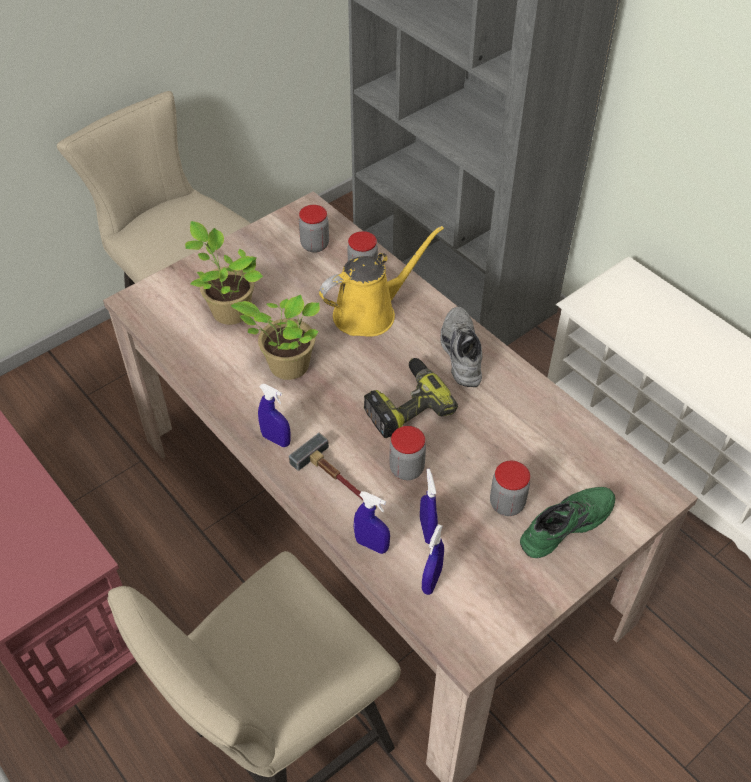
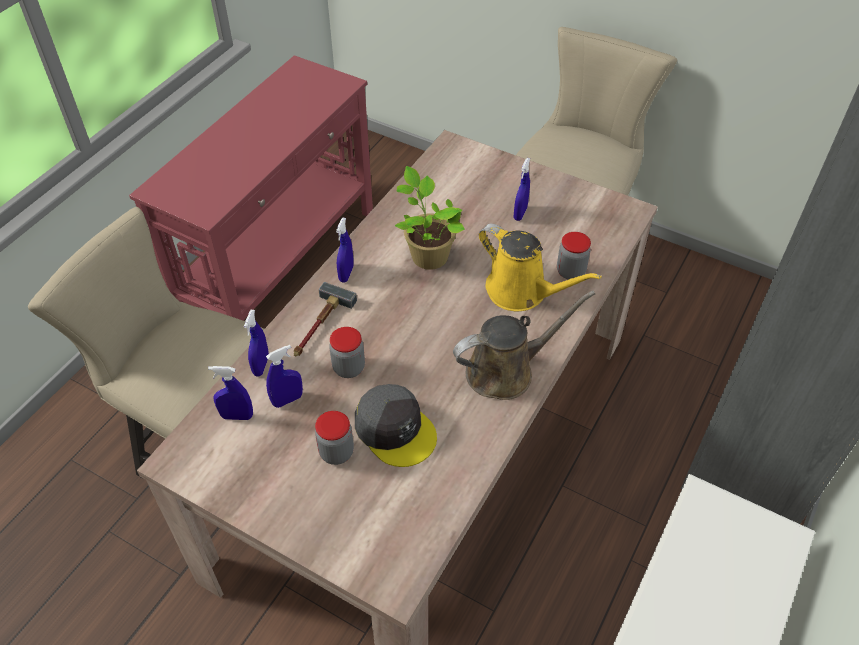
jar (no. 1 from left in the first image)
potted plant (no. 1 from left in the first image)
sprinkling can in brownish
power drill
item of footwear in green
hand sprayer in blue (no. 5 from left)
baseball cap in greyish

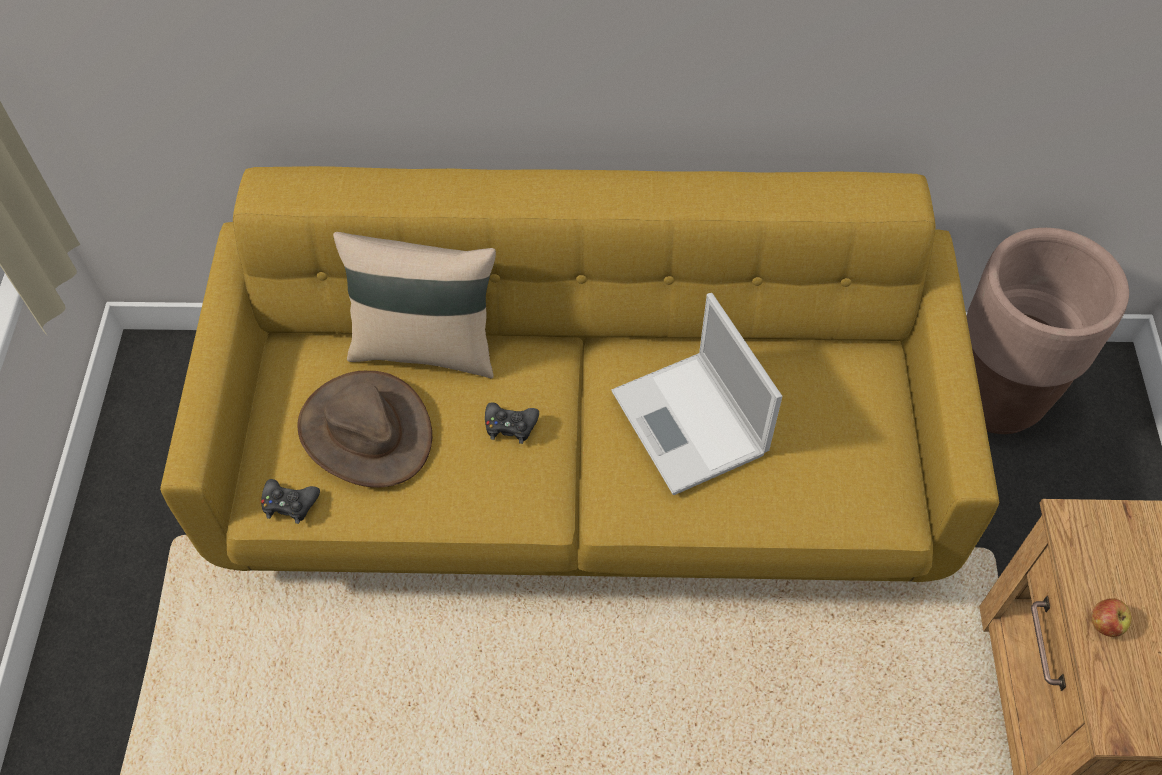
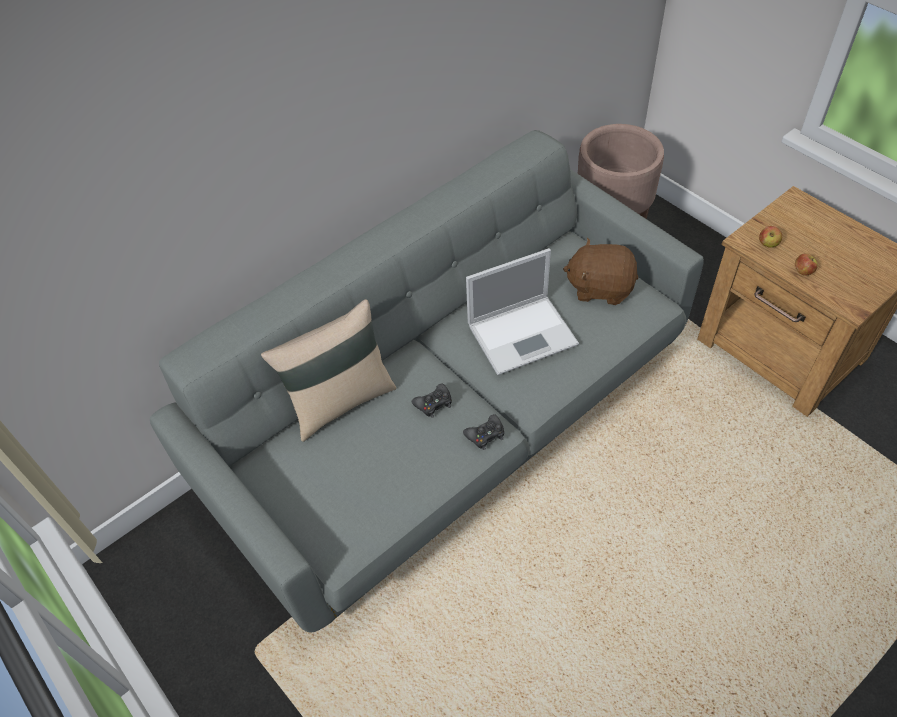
sofa in greyish
portable computer
clothing hat in brownish
game controller in black-coloured (no. 2 from left)
whole apple (no. 1 from left)
soft toy in brownish

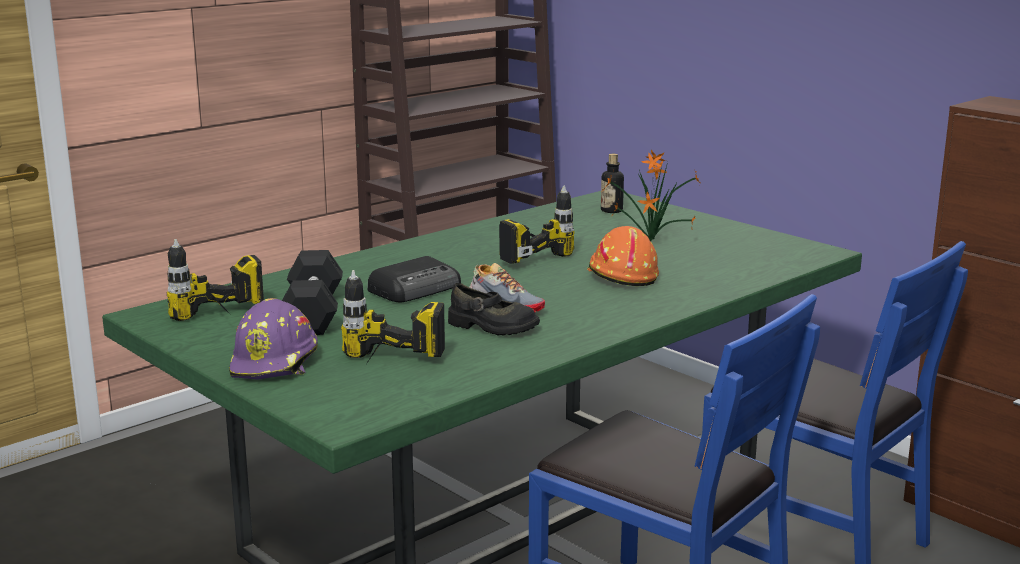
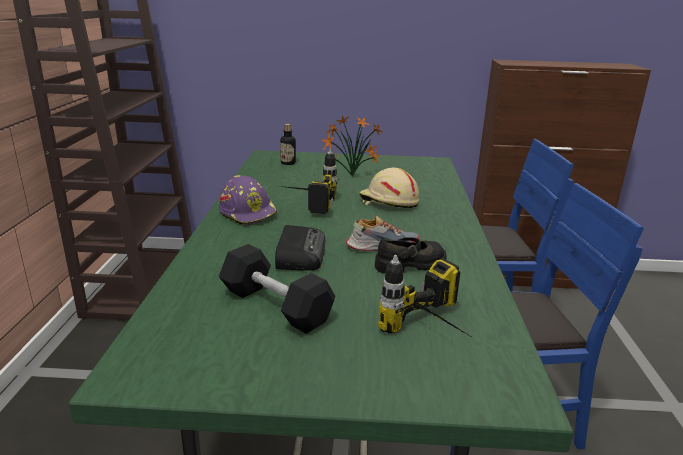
work helmet in beige-coloured
power drill (no. 1 from left in the first image)
work helmet in purplish

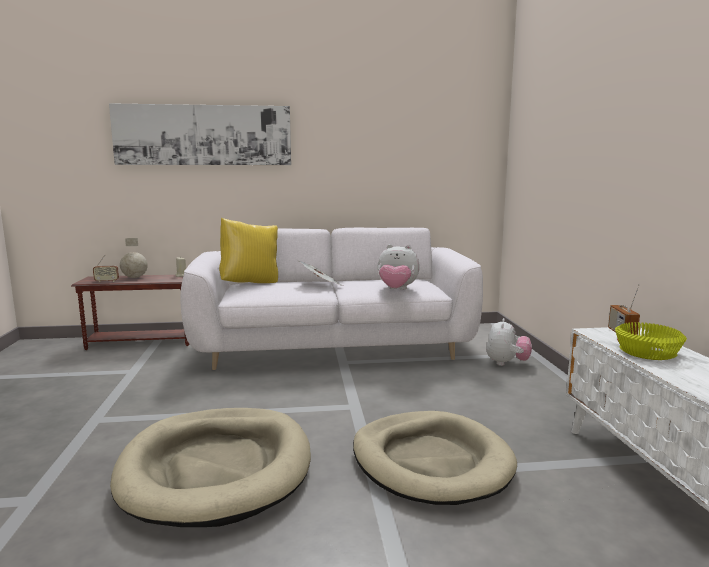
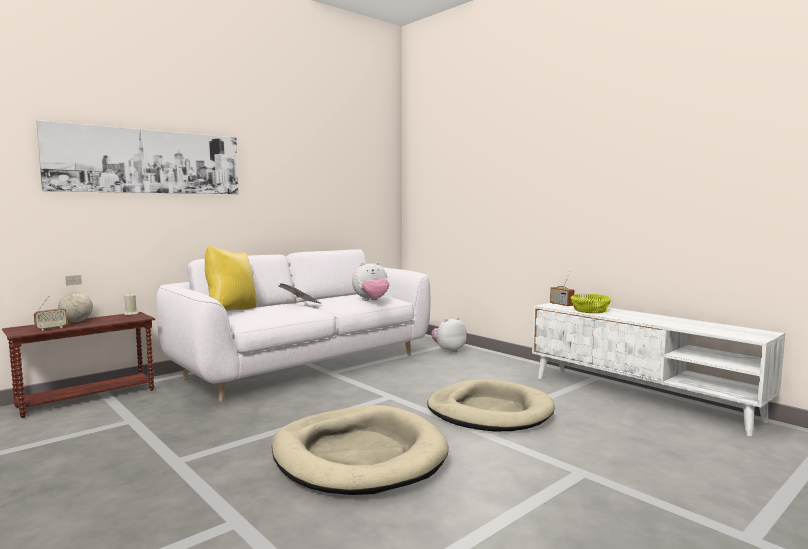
soft toy (no. 2 from left)

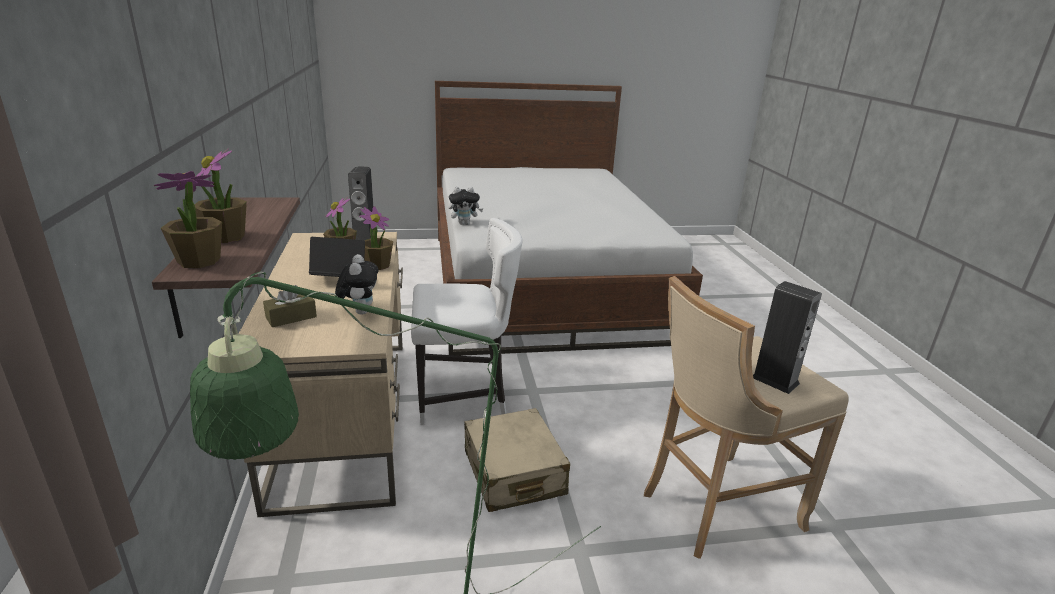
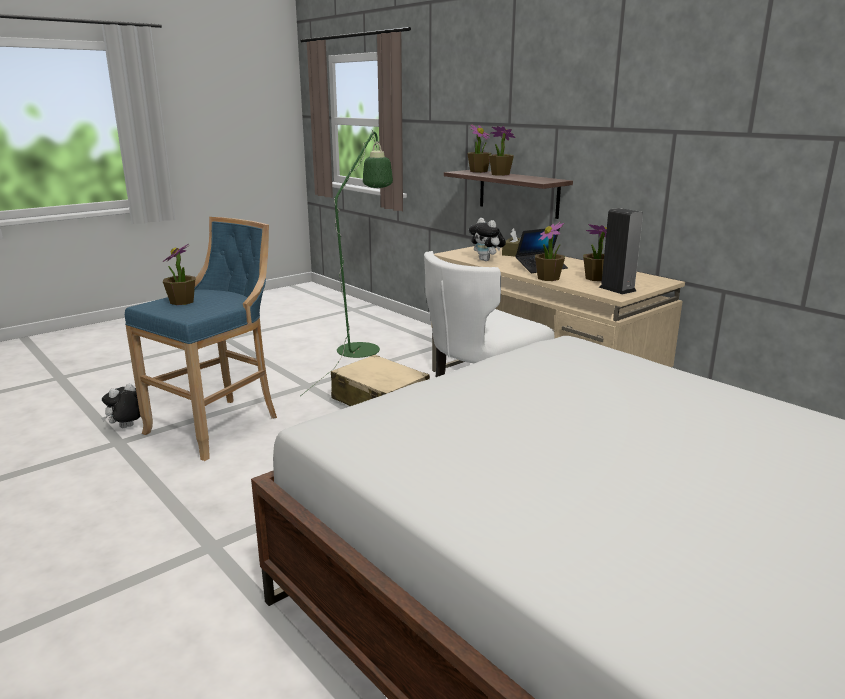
soft toy (no. 1 from left)
stool seat in blue
potted plant (no. 1 from left)

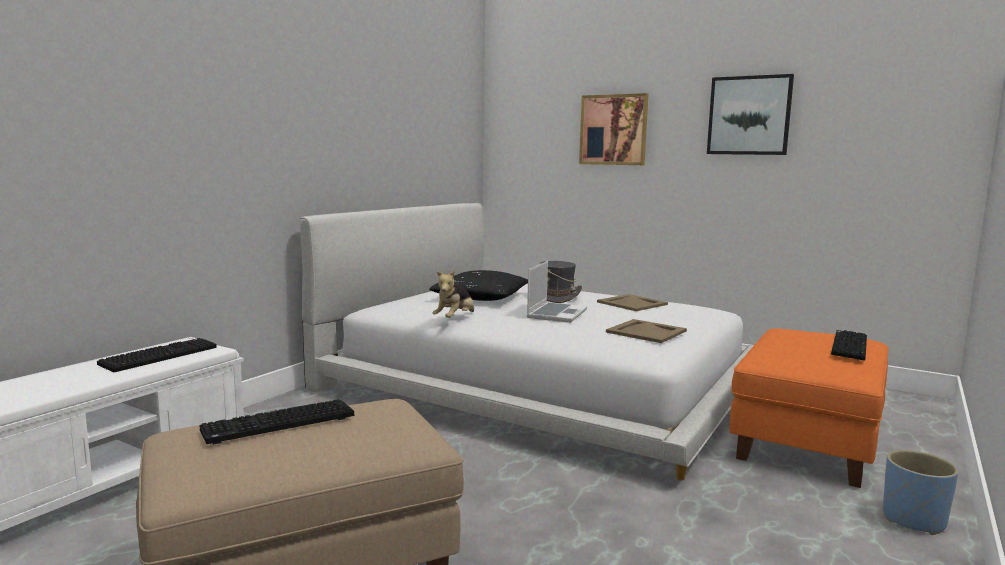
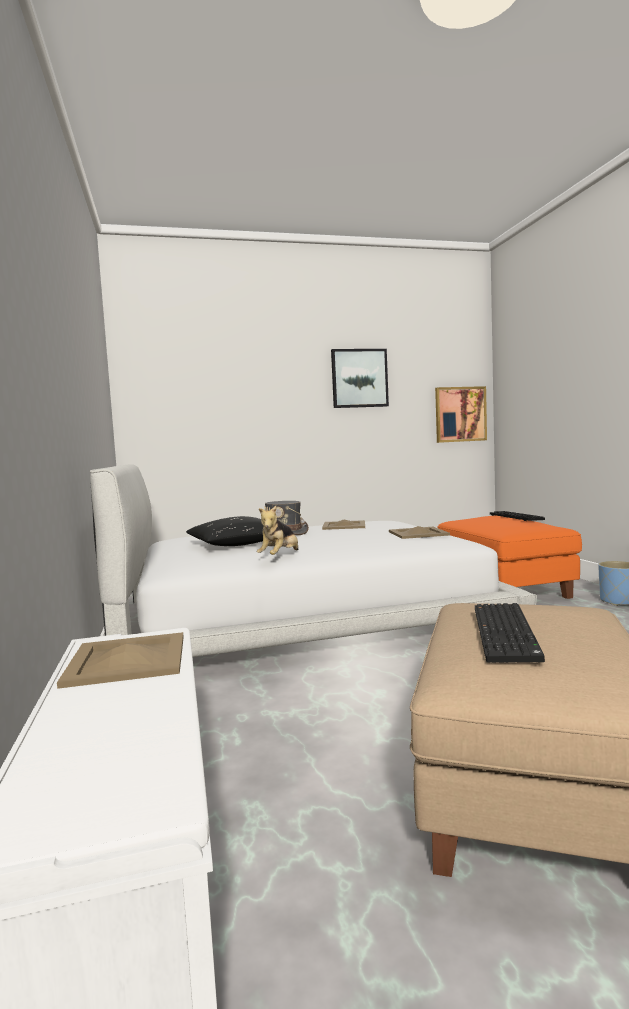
wall art (no. 2 from left)
portable computer
soft toy
tray in beige-coloured (no. 1 from left)

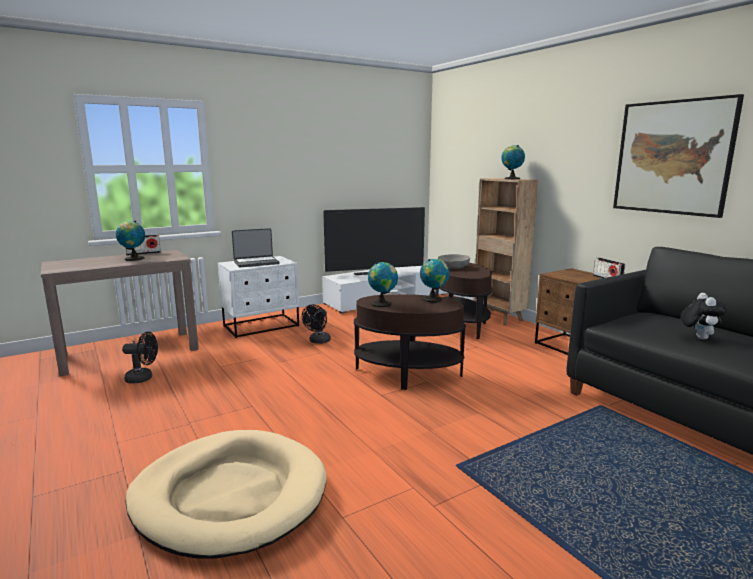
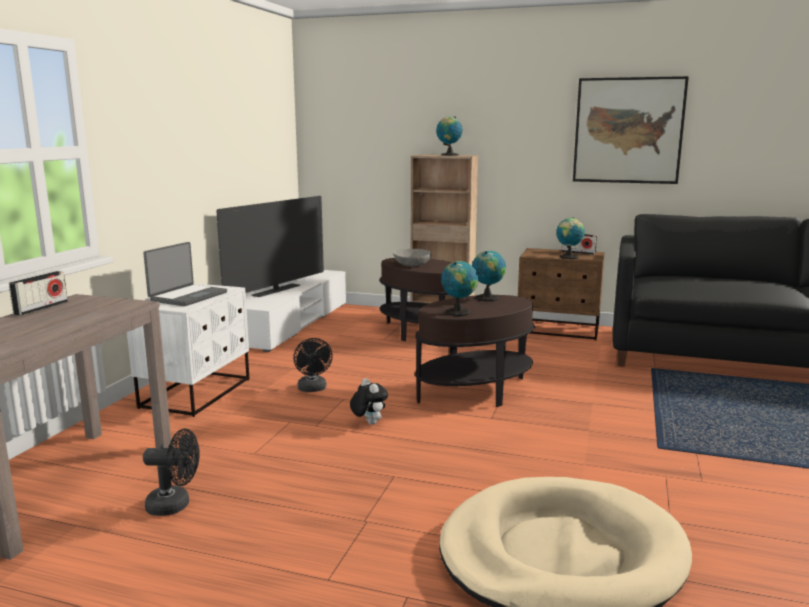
world globe (no. 4 from left)
soft toy
fan in black-coloured (no. 1 from left)

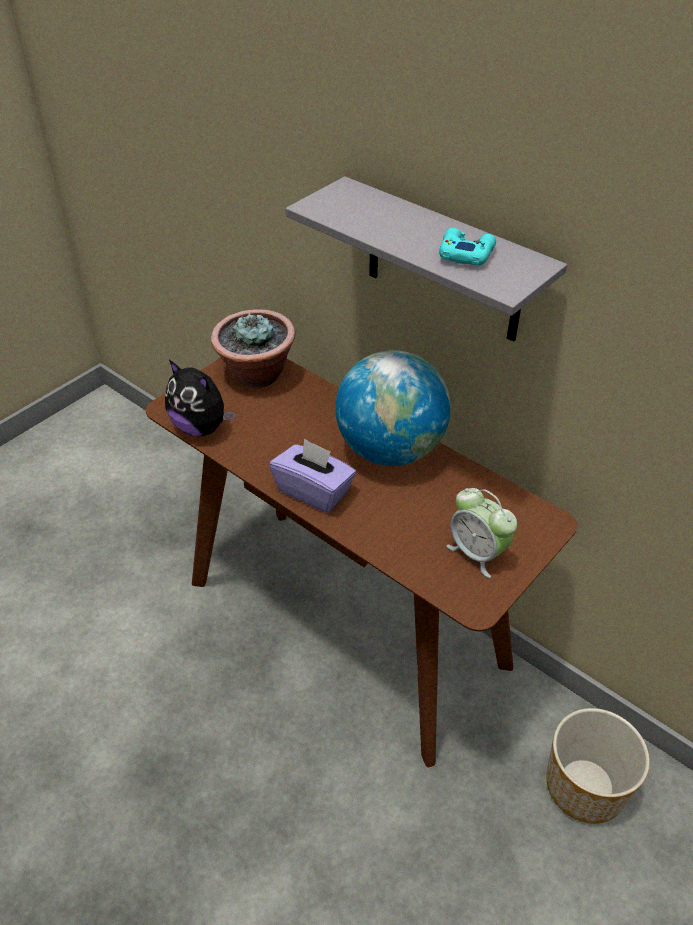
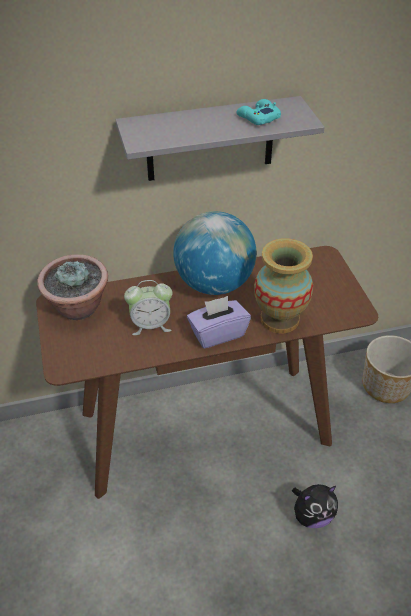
soft toy
bedside clock
flower vase

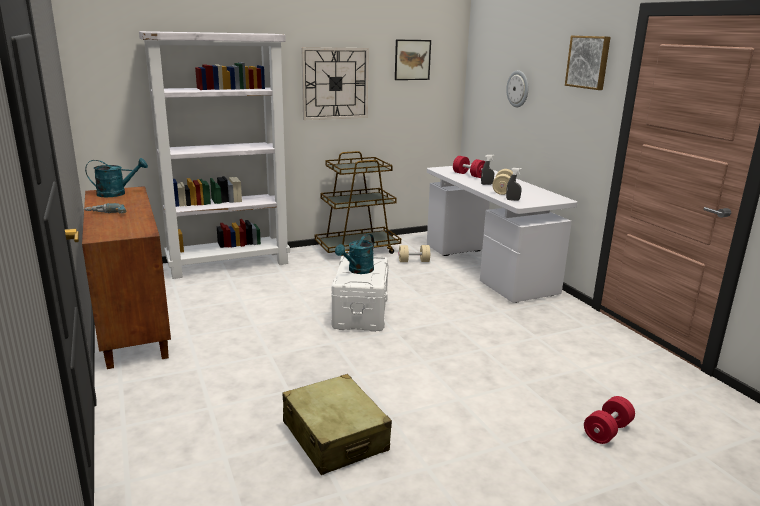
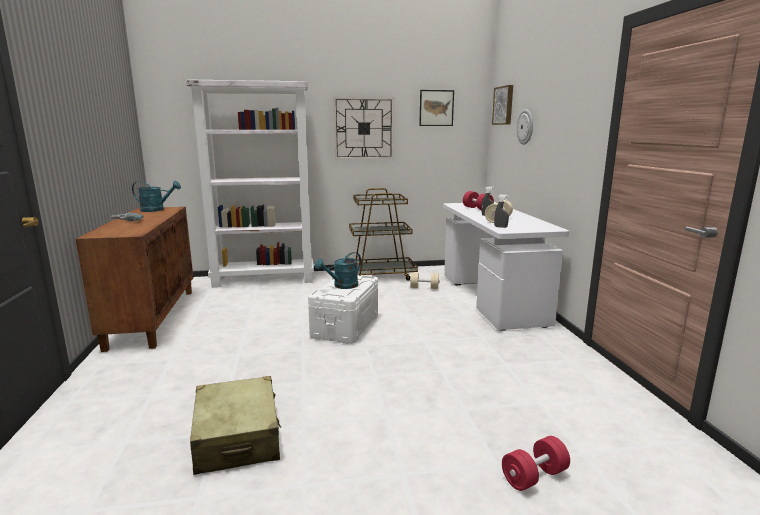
wall art (no. 2 from left)

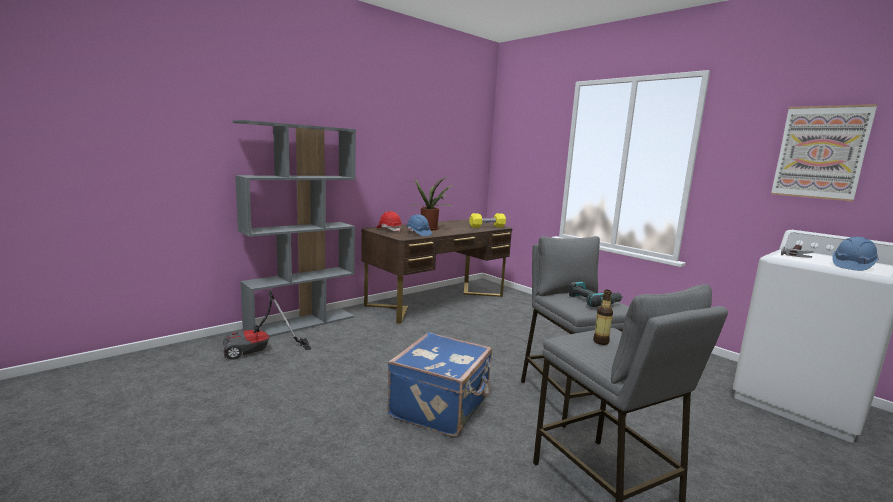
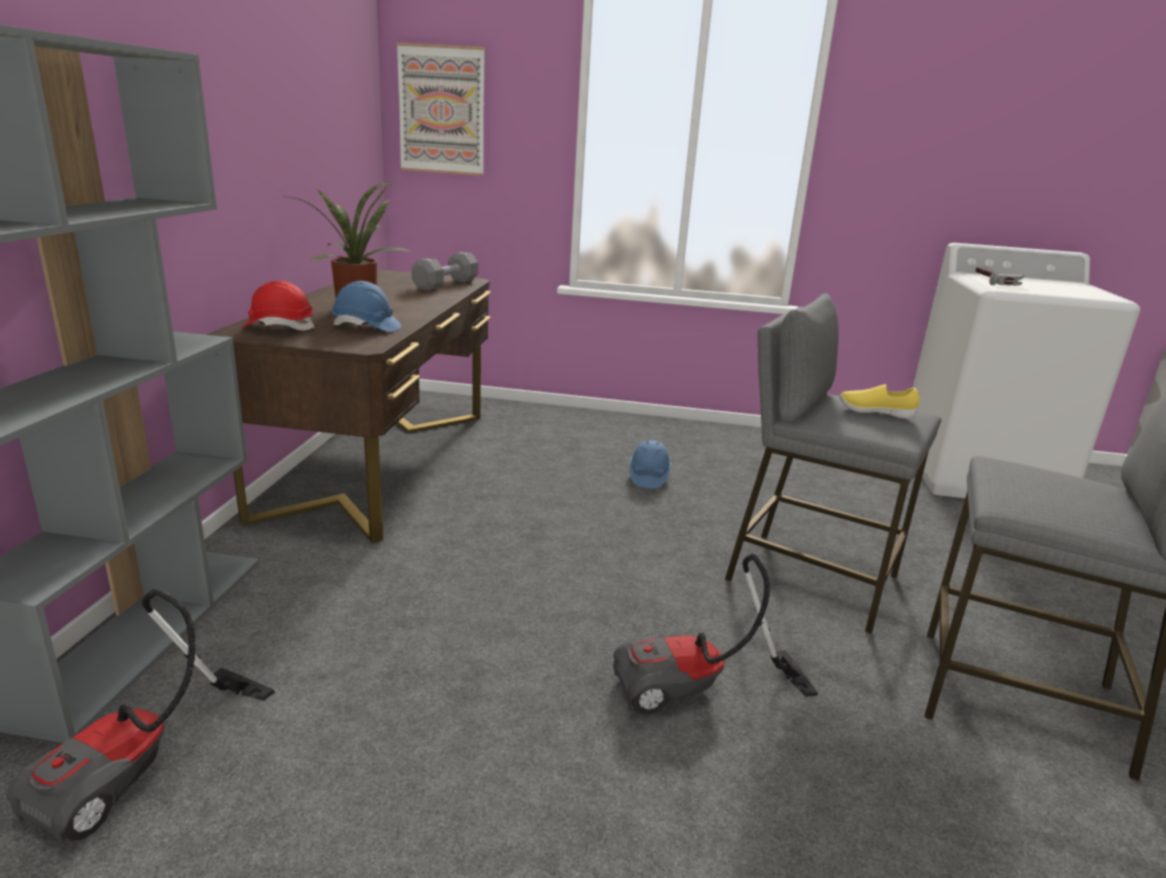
wall art
free weight in greyish
work helmet in blue (no. 2 from left)
item of footwear in yellow-coloured
bottle
vacuum (no. 2 from left)

